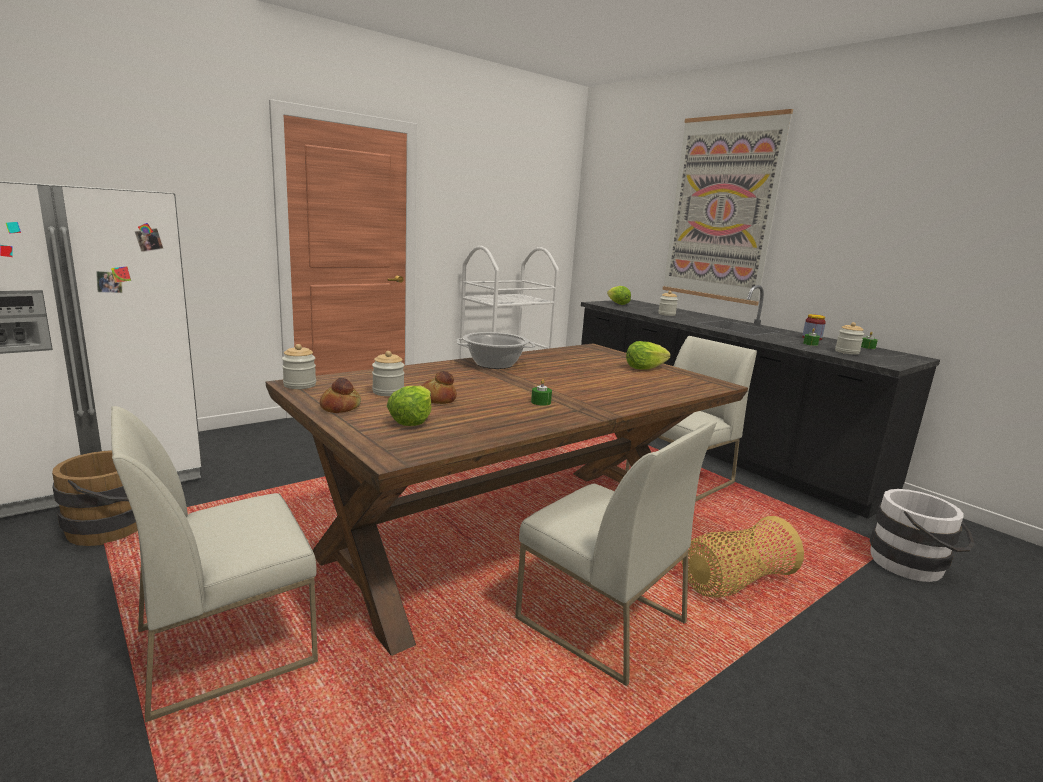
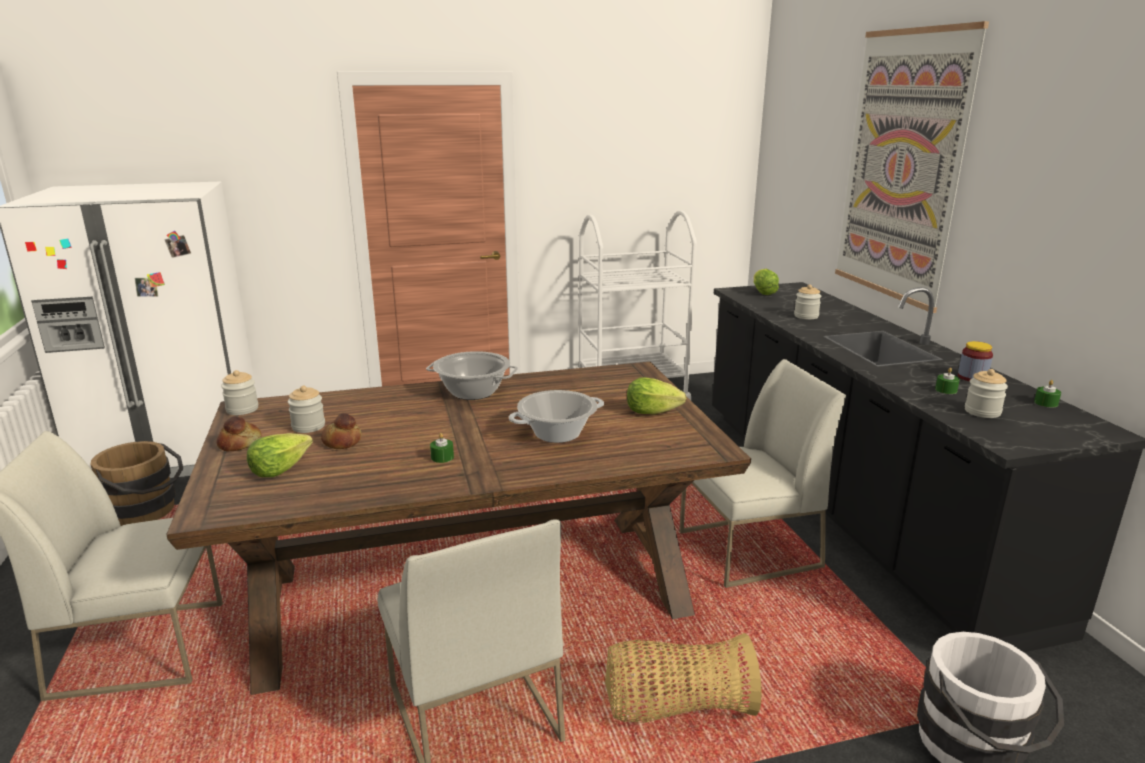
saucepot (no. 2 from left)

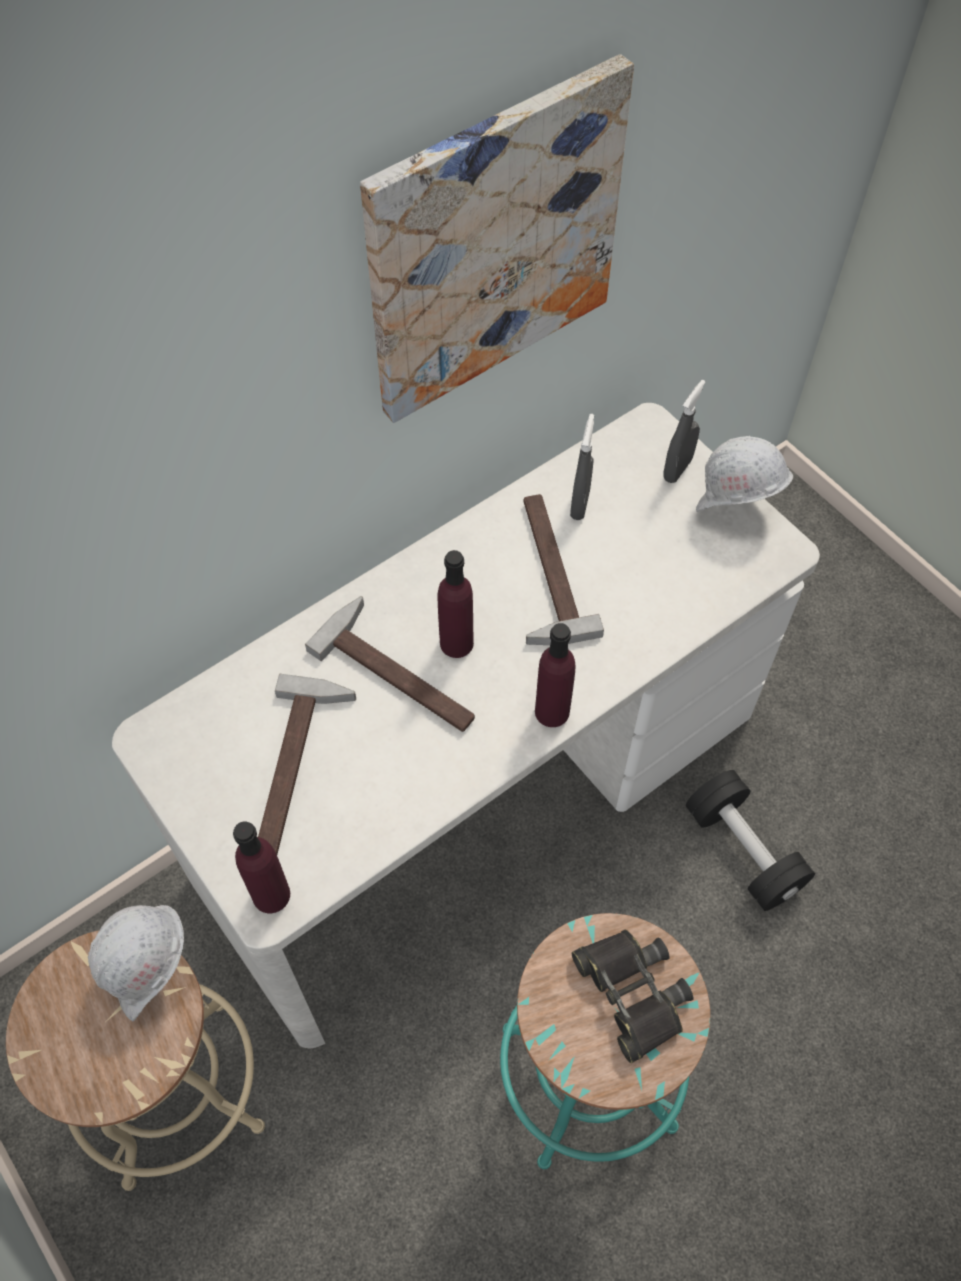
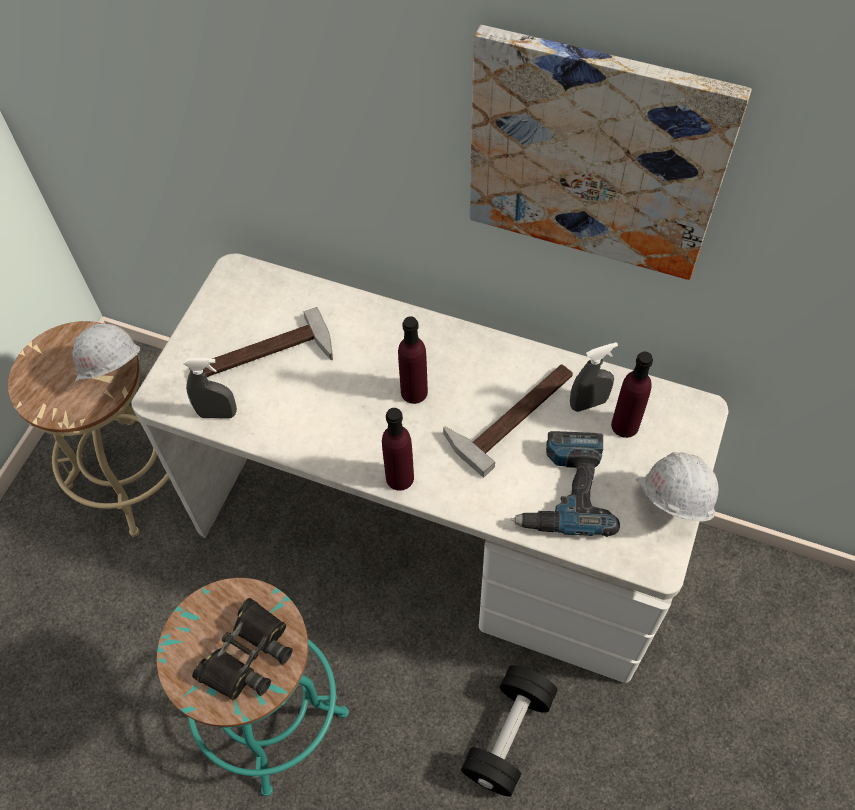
hand sprayer in greyish (no. 1 from left)
hand hammer (no. 2 from left in the first image)
bottle in purplish (no. 3 from left)
power drill

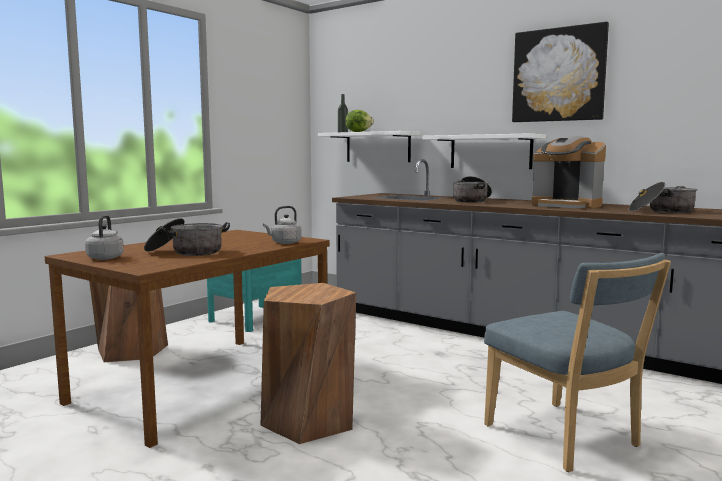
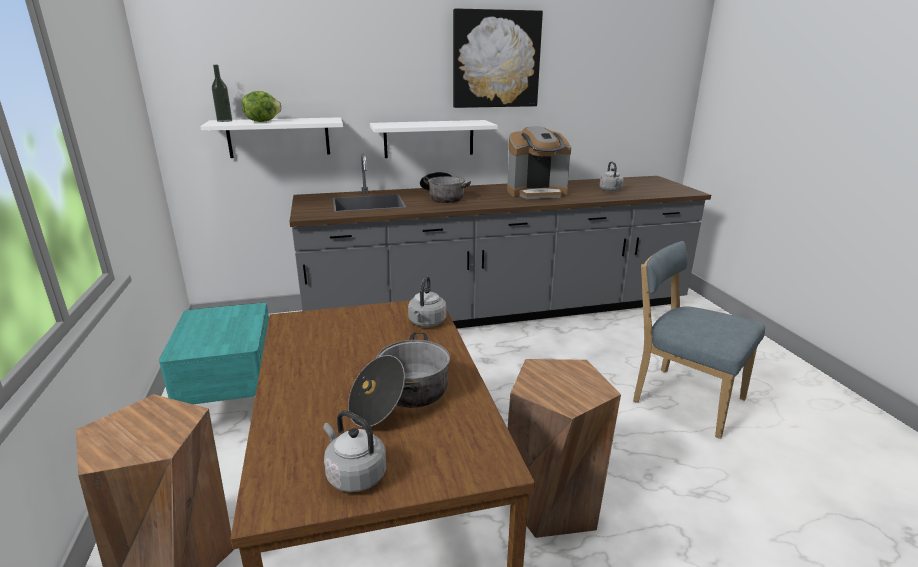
kettle in greyish (no. 3 from left)
plain chair in blue

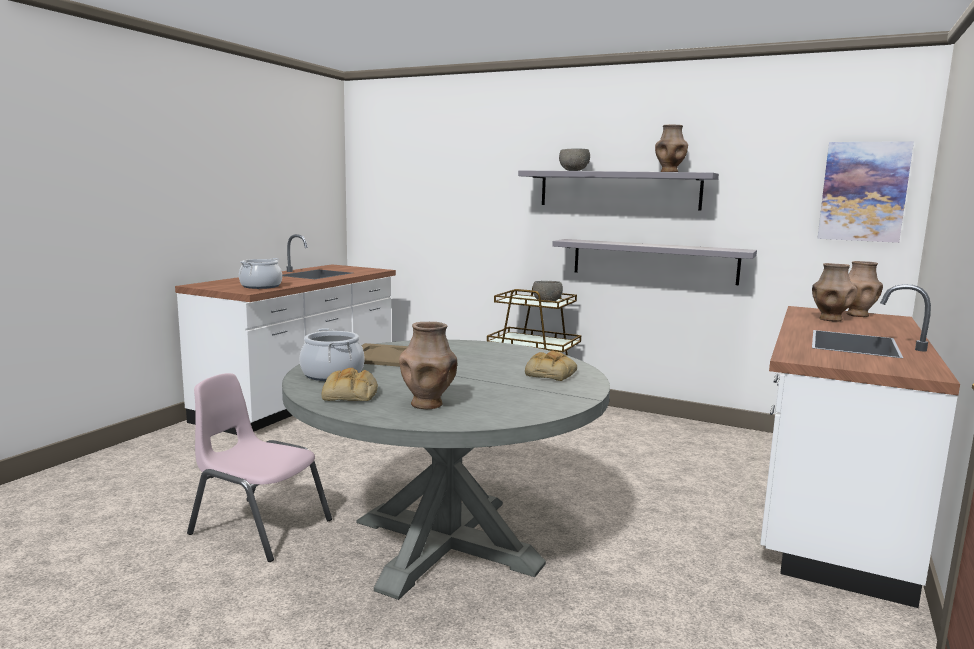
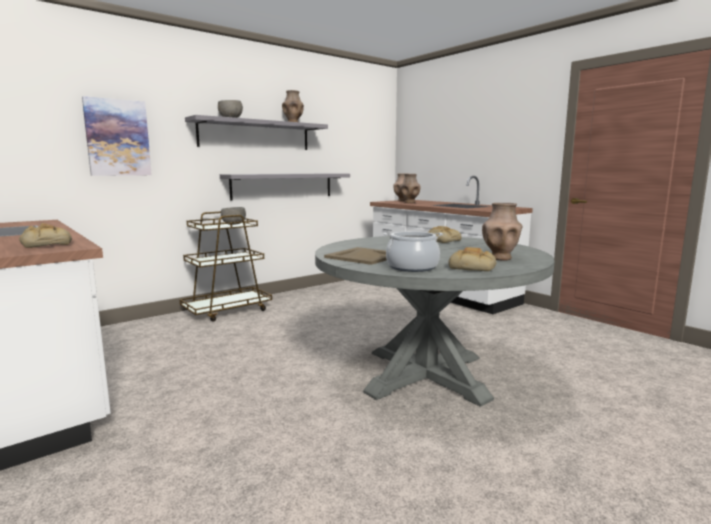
wall art
baked bread (no. 1 from left)
plain chair in pink

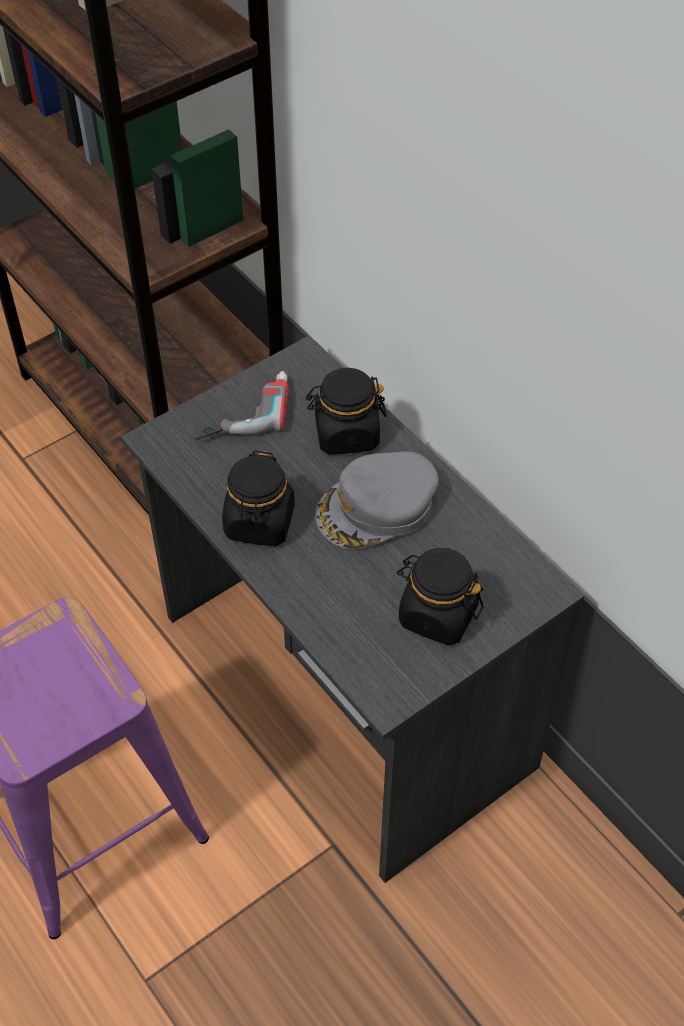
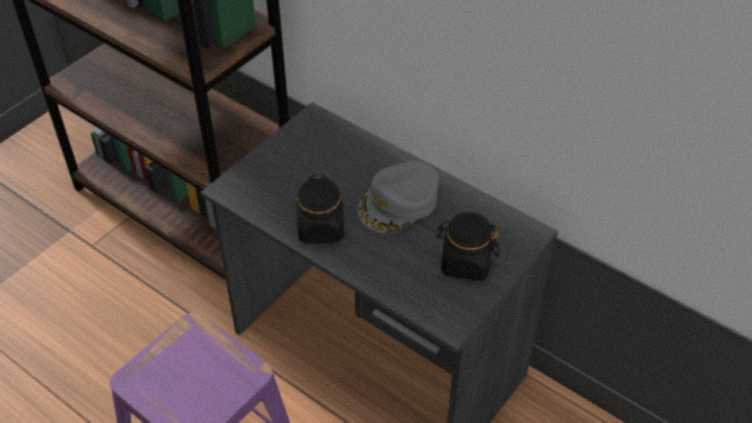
jar in black-coloured (no. 2 from left in the first image)
power drill

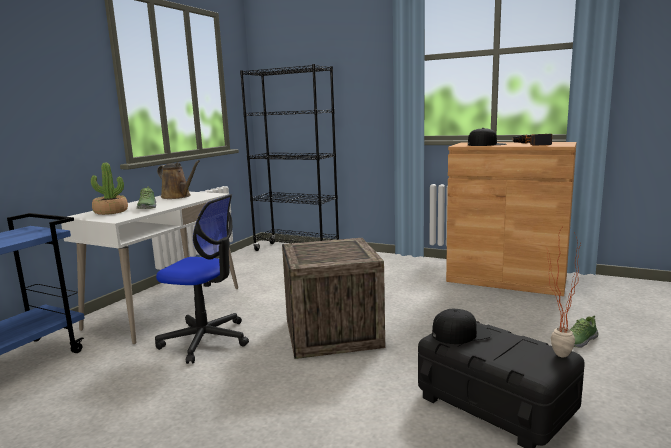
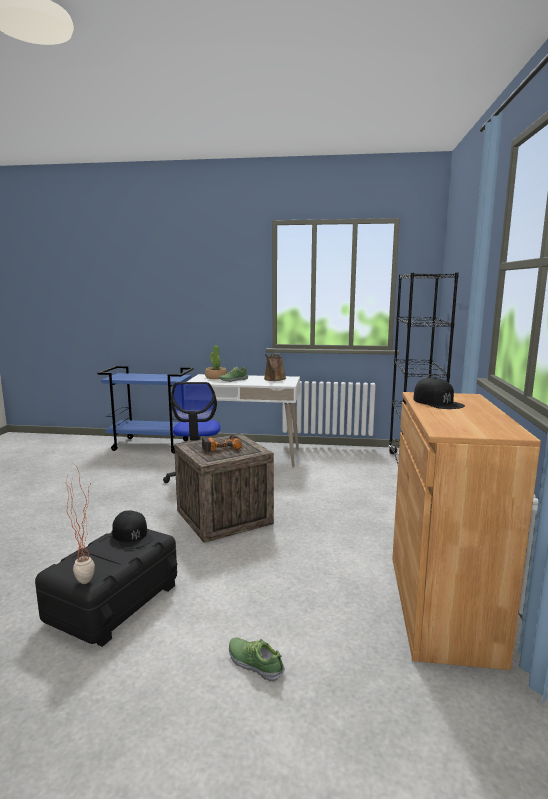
power drill

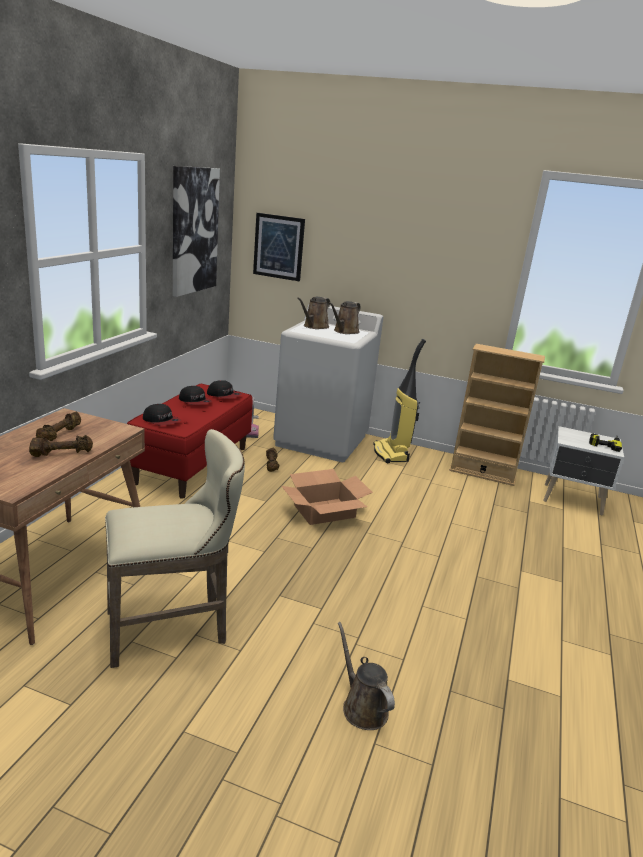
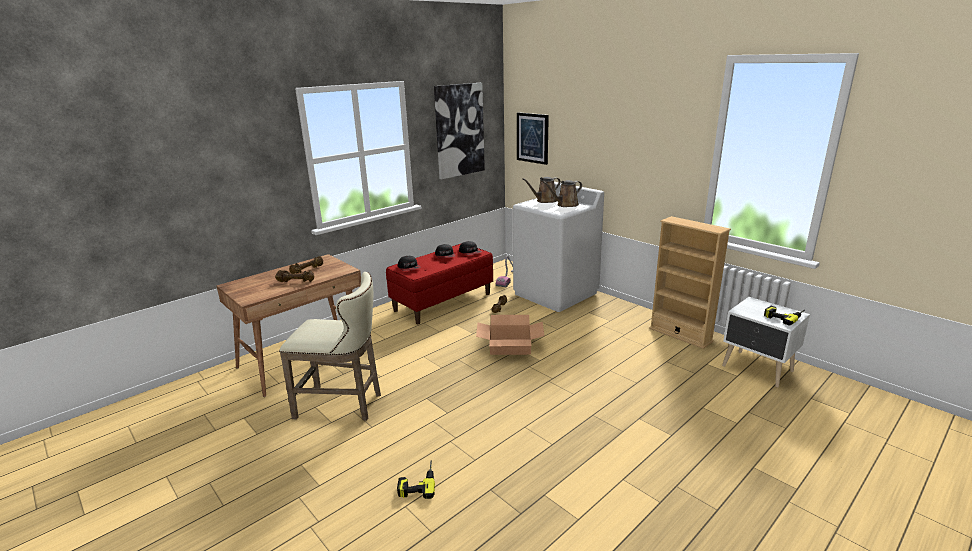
vacuum (no. 2 from left in the first image)
power drill (no. 1 from left)

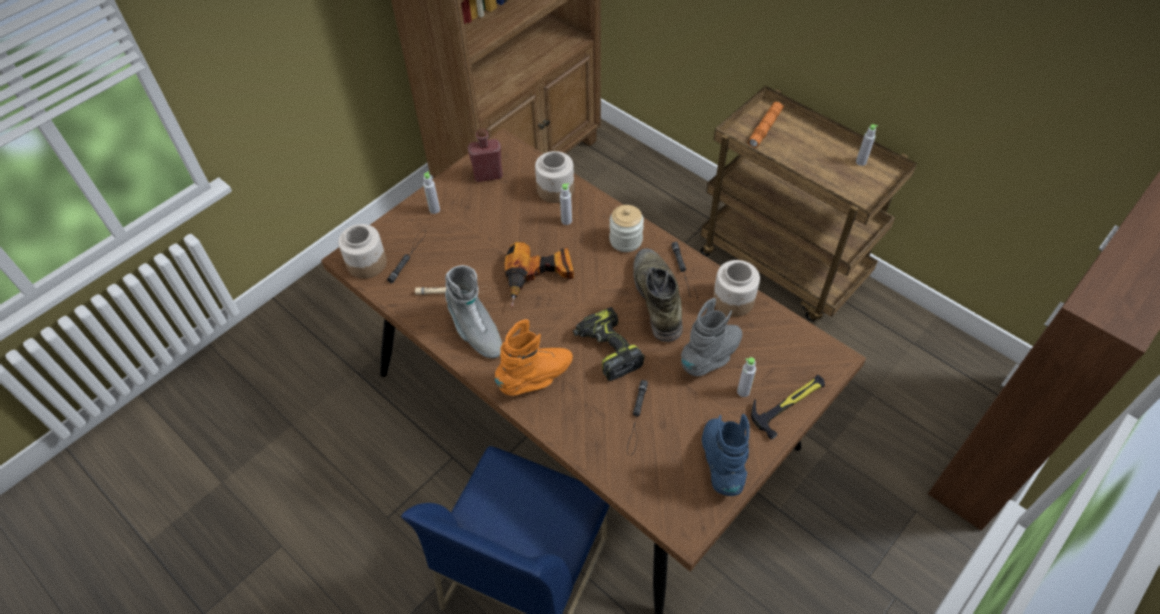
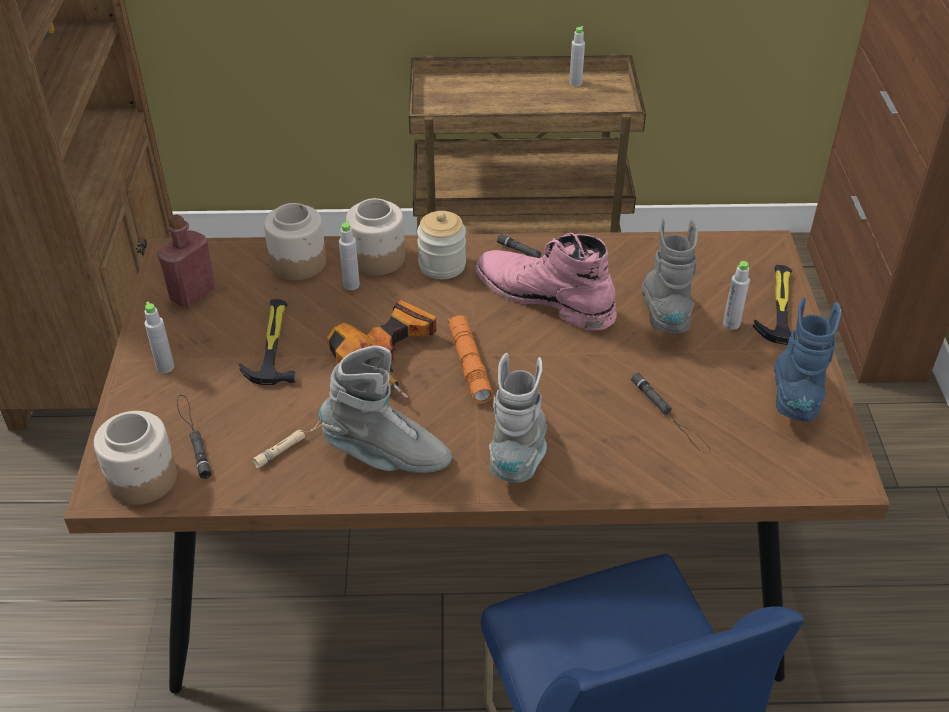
flashlight in orange-coloured
boot in pink
jar (no. 3 from left)
power drill (no. 2 from left in the first image)
boot in greyish (no. 2 from left)
boot in blue
hand hammer (no. 1 from left)

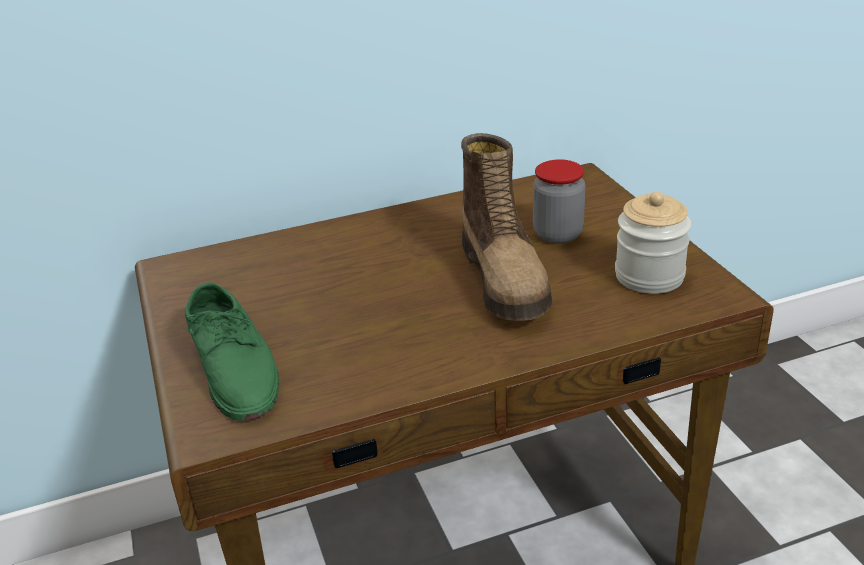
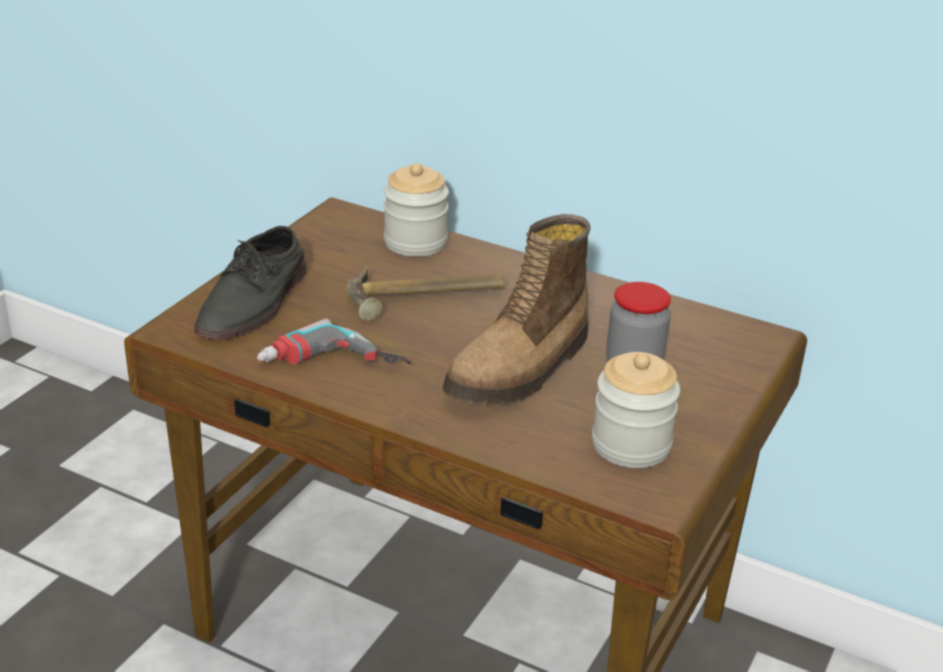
item of footwear in greyish
jar (no. 1 from left)
hand hammer
power drill

